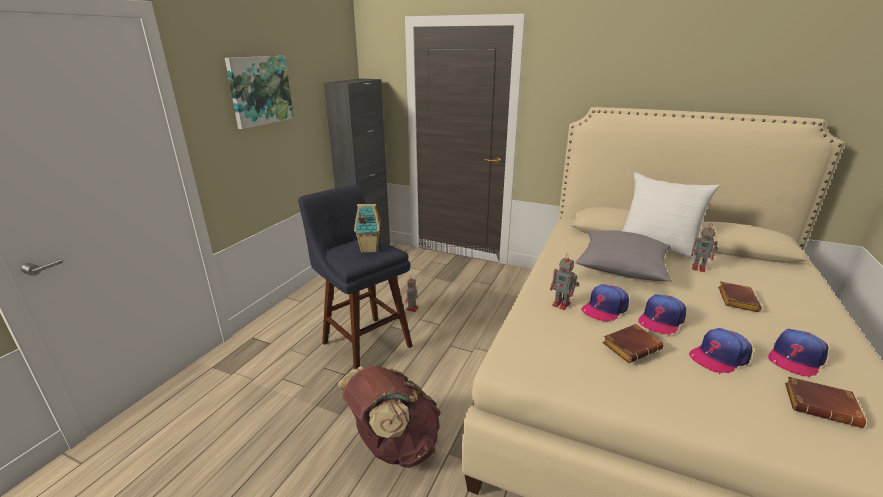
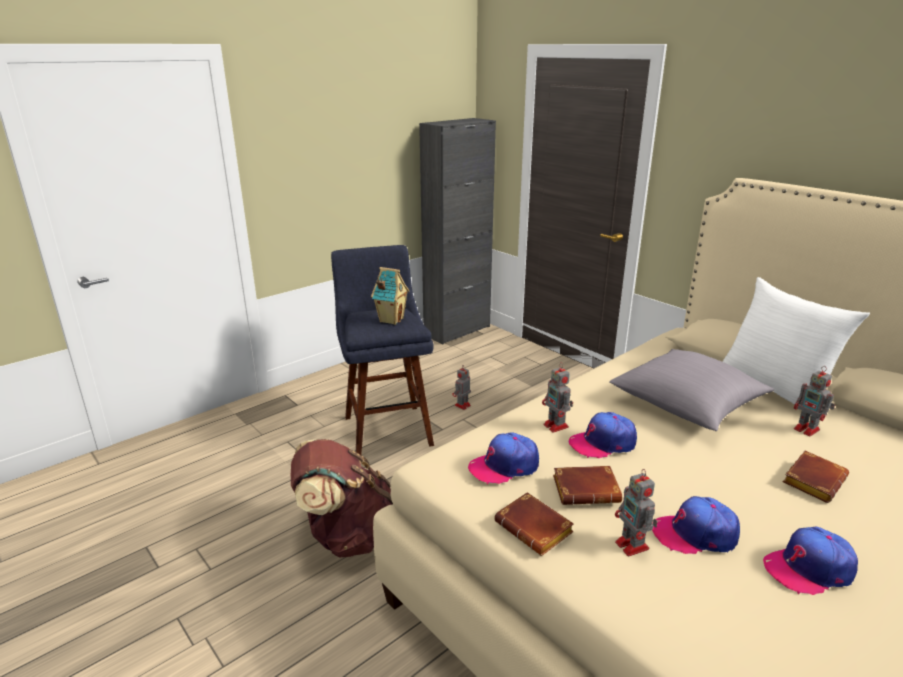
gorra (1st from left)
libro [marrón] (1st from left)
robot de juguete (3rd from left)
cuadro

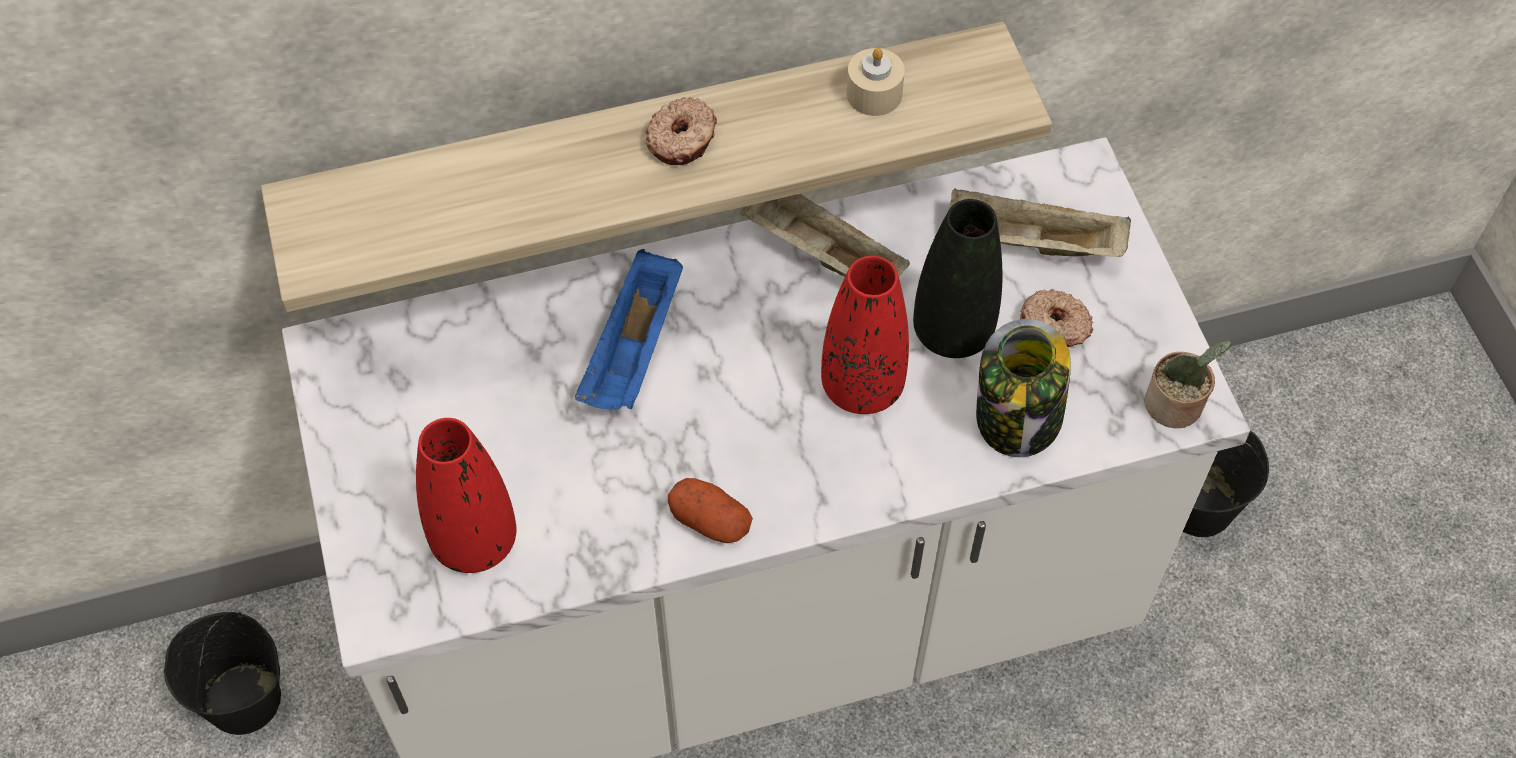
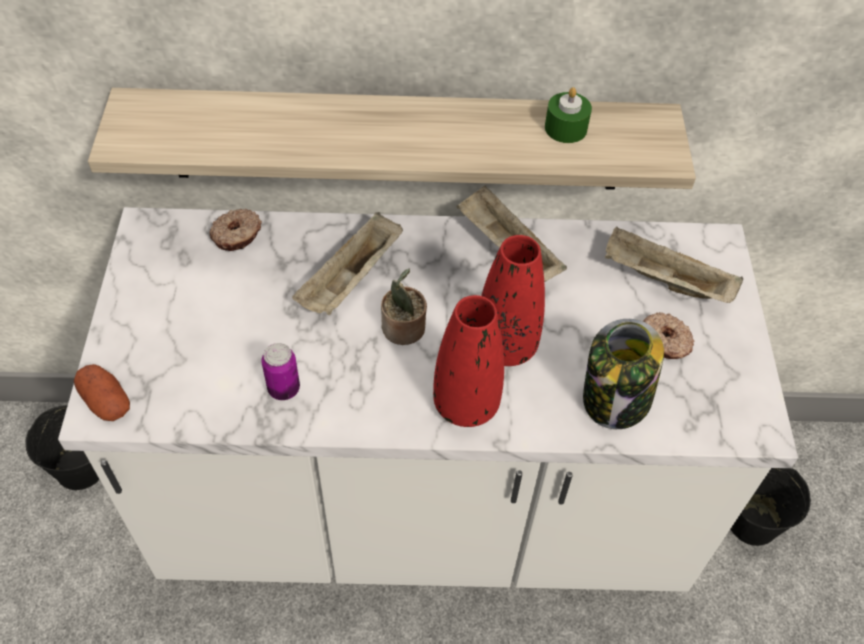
patata
rosquilla (1st from left)
lata
bandeja [beis] (1st from left)
planta en maceta
florero [rojo] (1st from left)
vela [verde]
florero [negro]

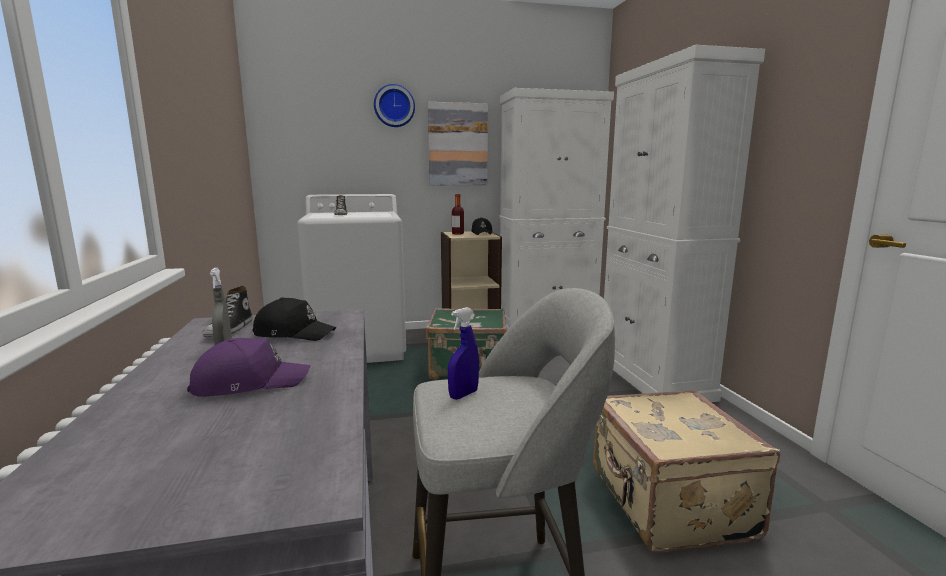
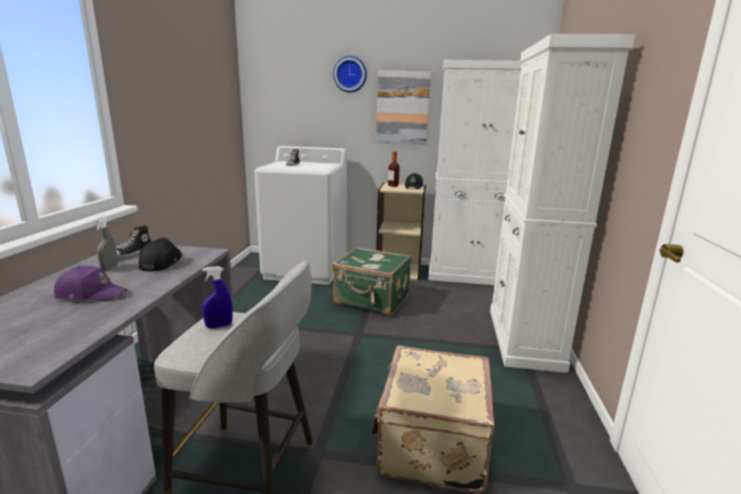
gorra [negro] (1st from left)

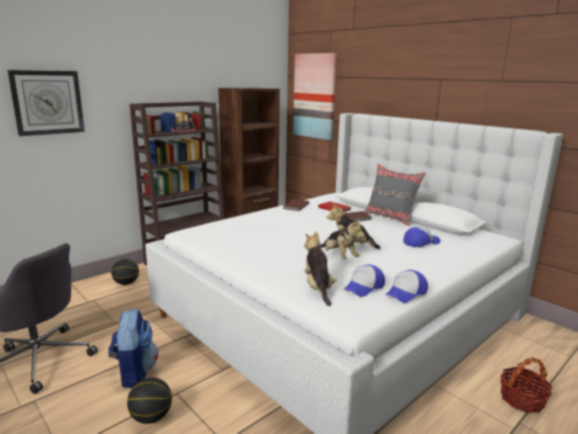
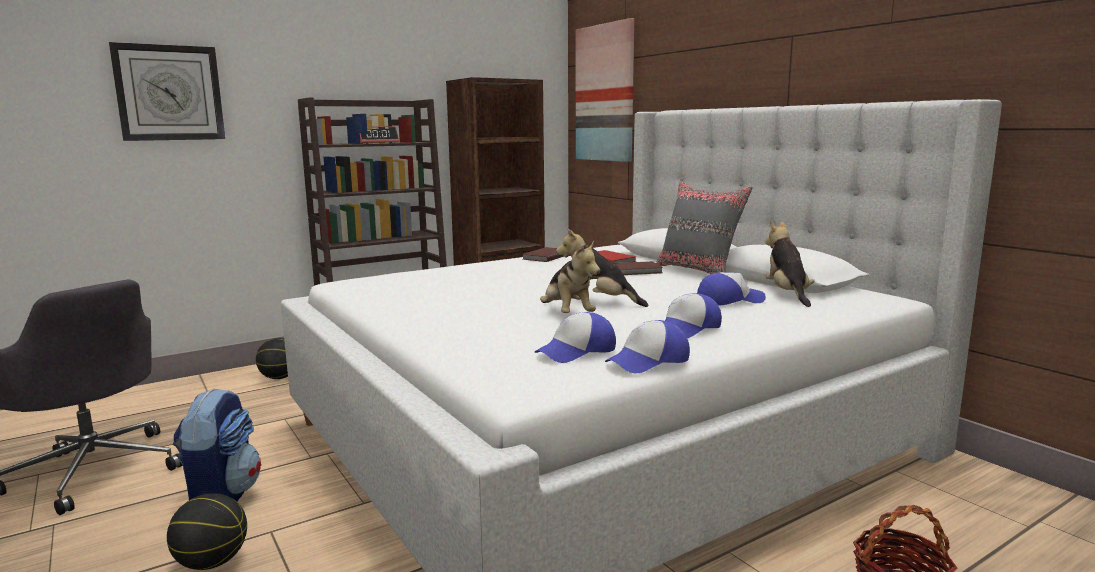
gorra (3rd from left)
peluche (3rd from left)

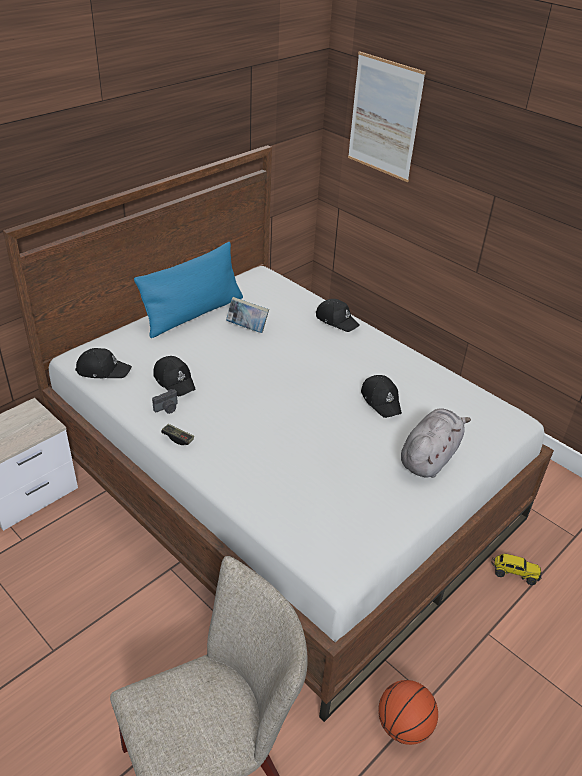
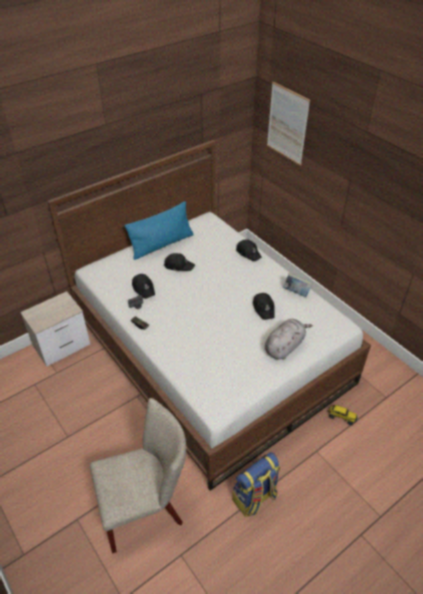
gorra [negro] (2nd from left)
mochila
libro

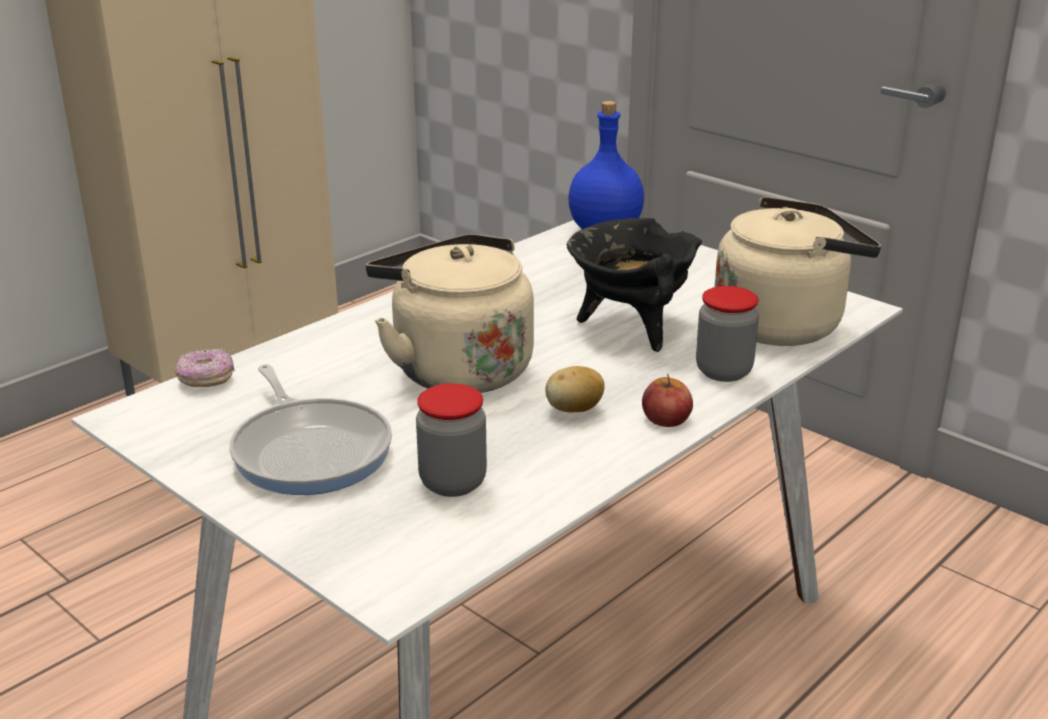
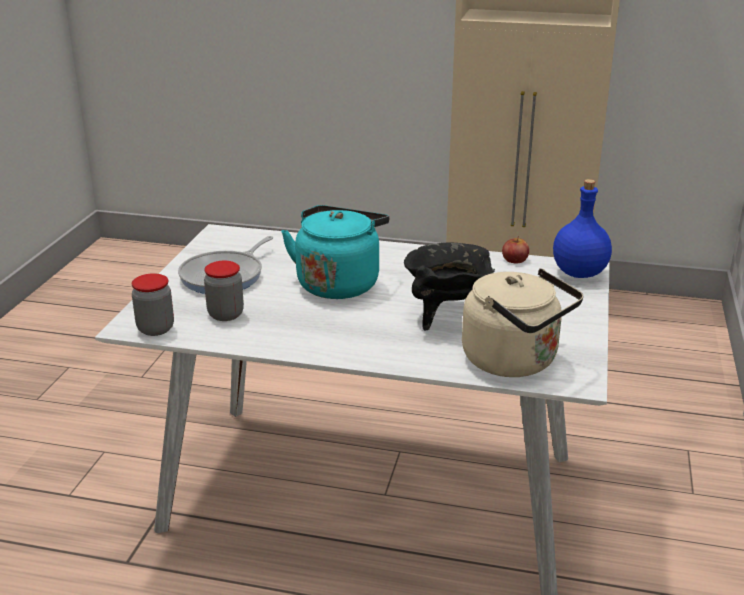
tarro (1st from left)
hervidor [turquesa]
manzana
rosquilla
patata

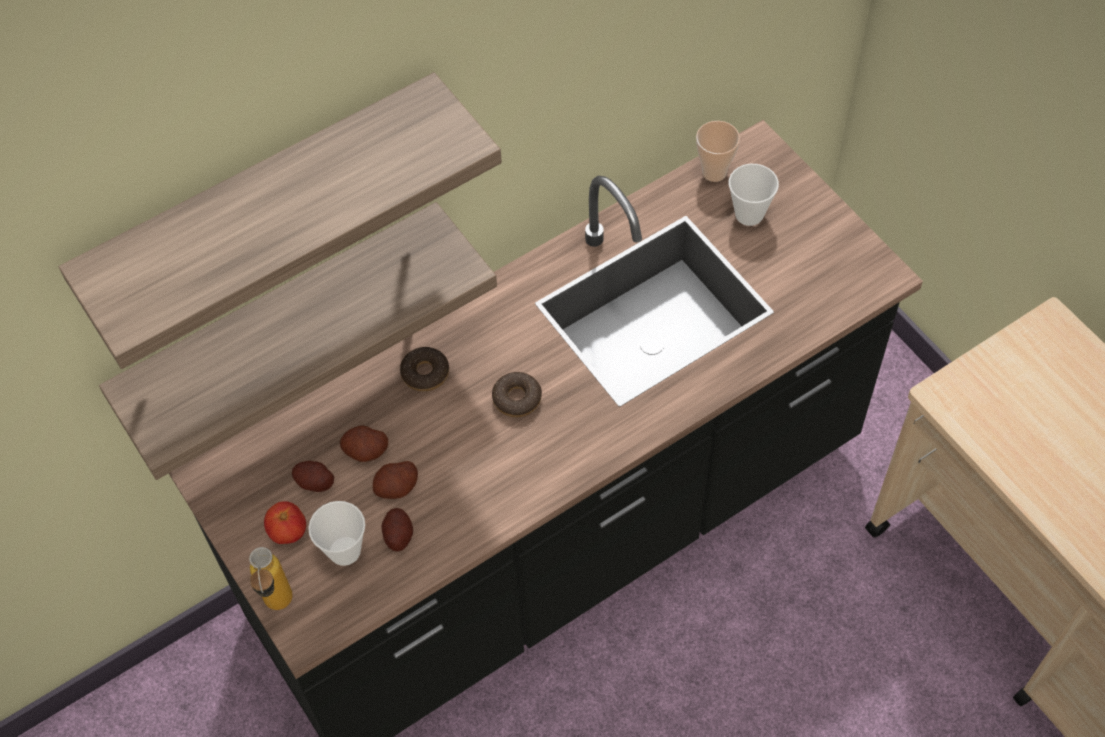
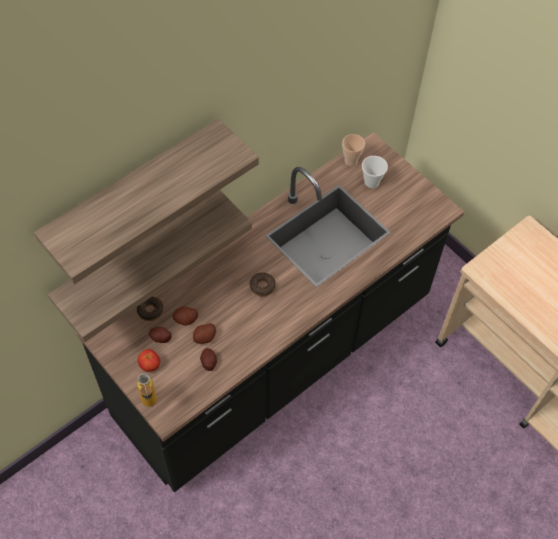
rosquilla (1st from left)
taza (1st from left in the first image)

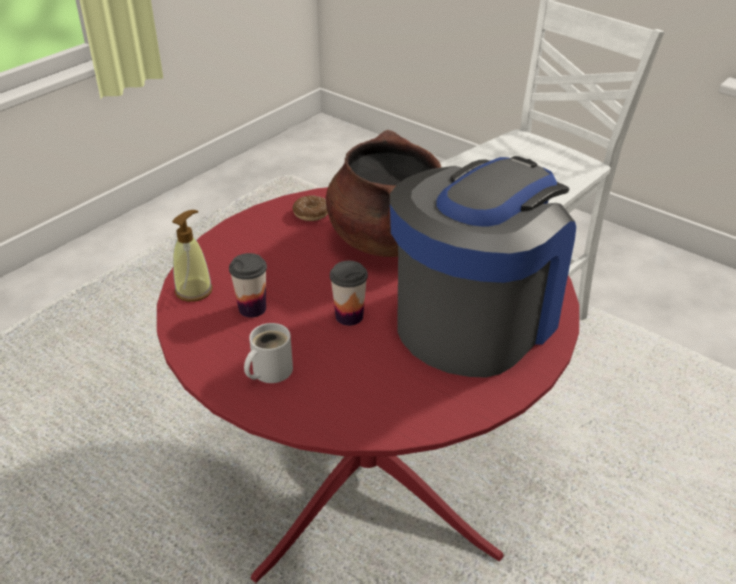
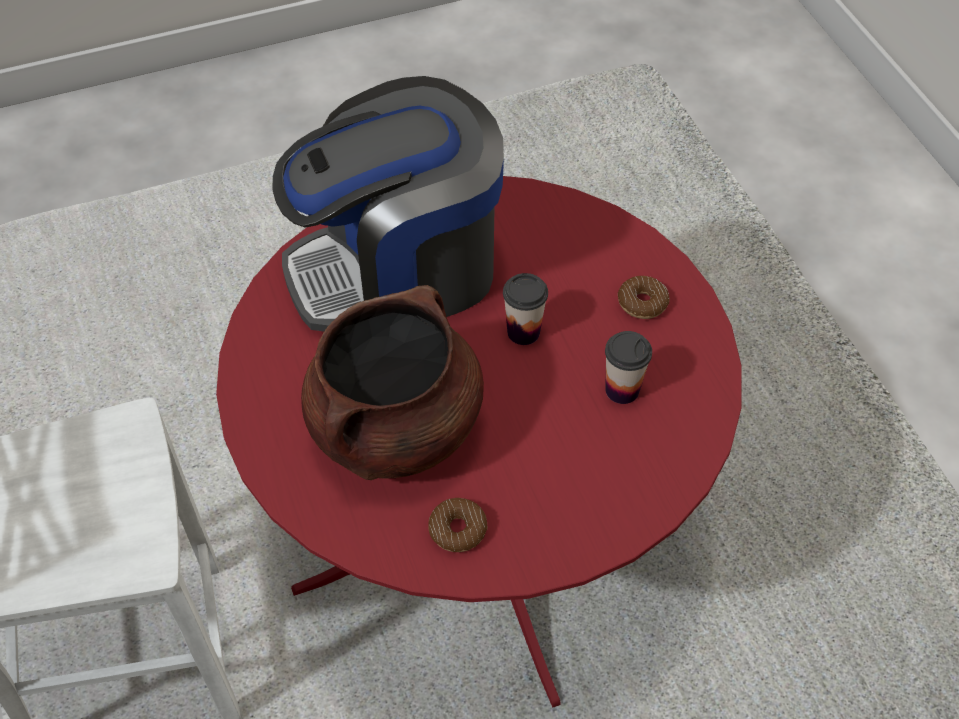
rosquilla (2nd from left)
dispensador de jabón

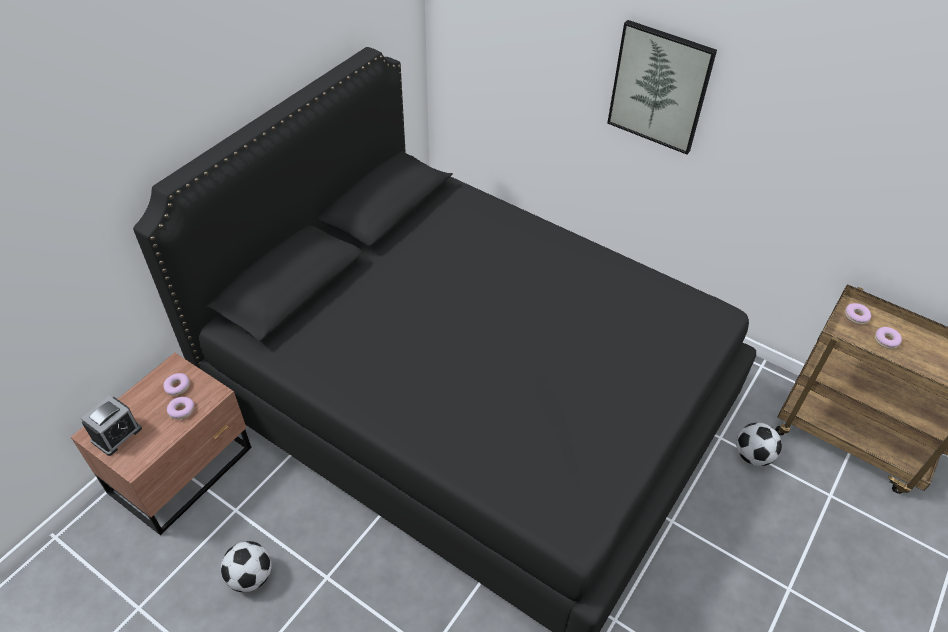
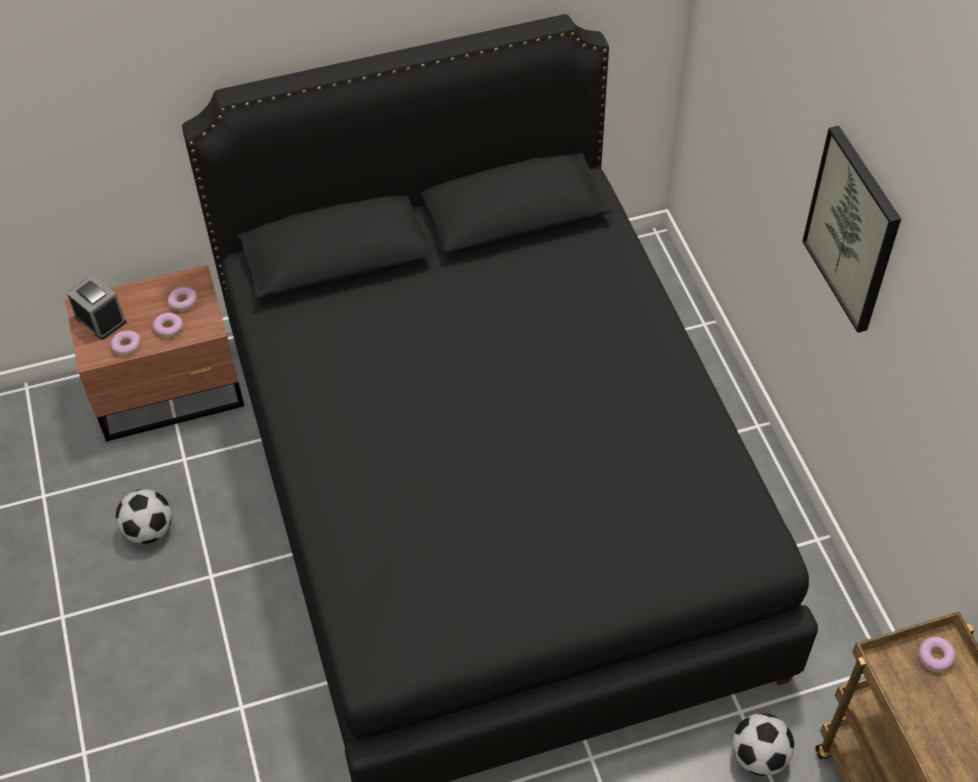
despertador
rosquilla (1st from left)

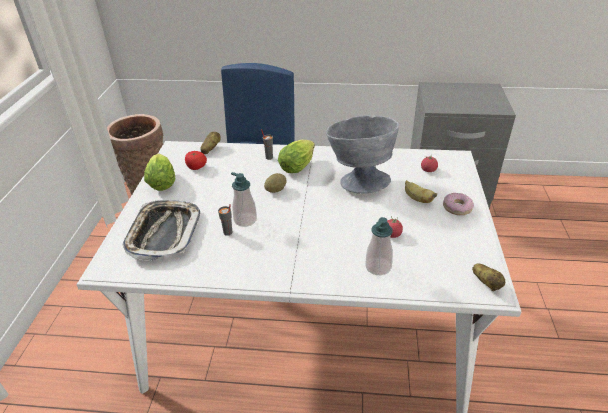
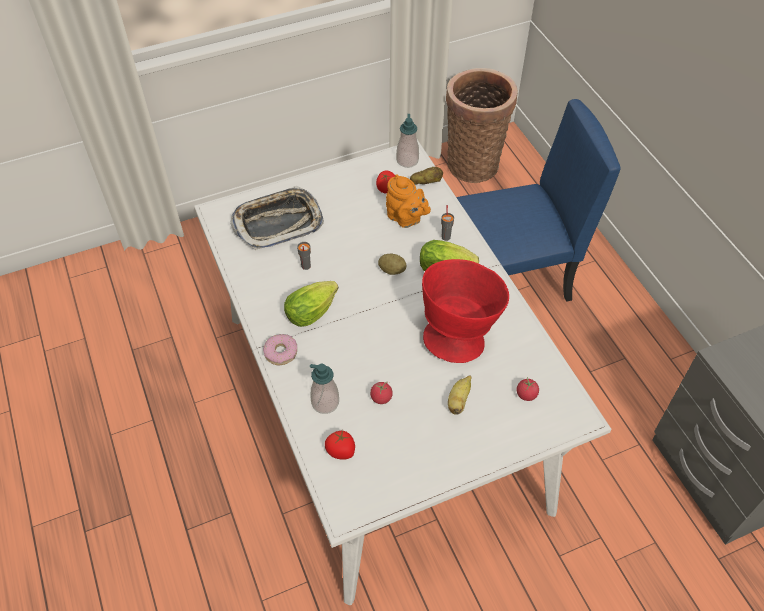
rosquilla
lechuga (1st from left)
tomate (1st from left)
tetera [naranja]
dispensador de jabón (2nd from left)
cuenco [rojo]
patata (3rd from left in the first image)

